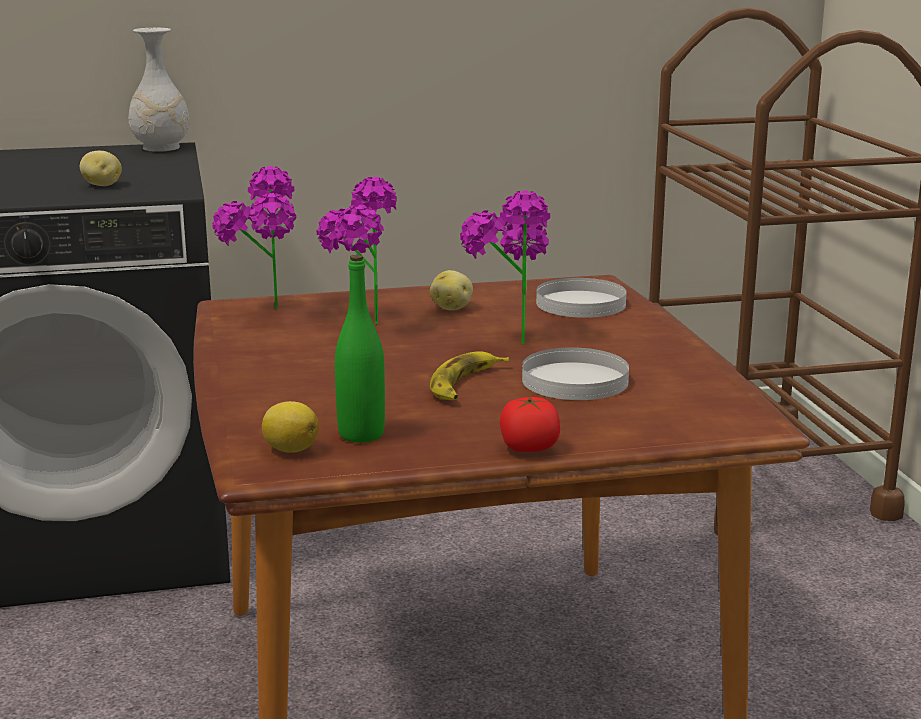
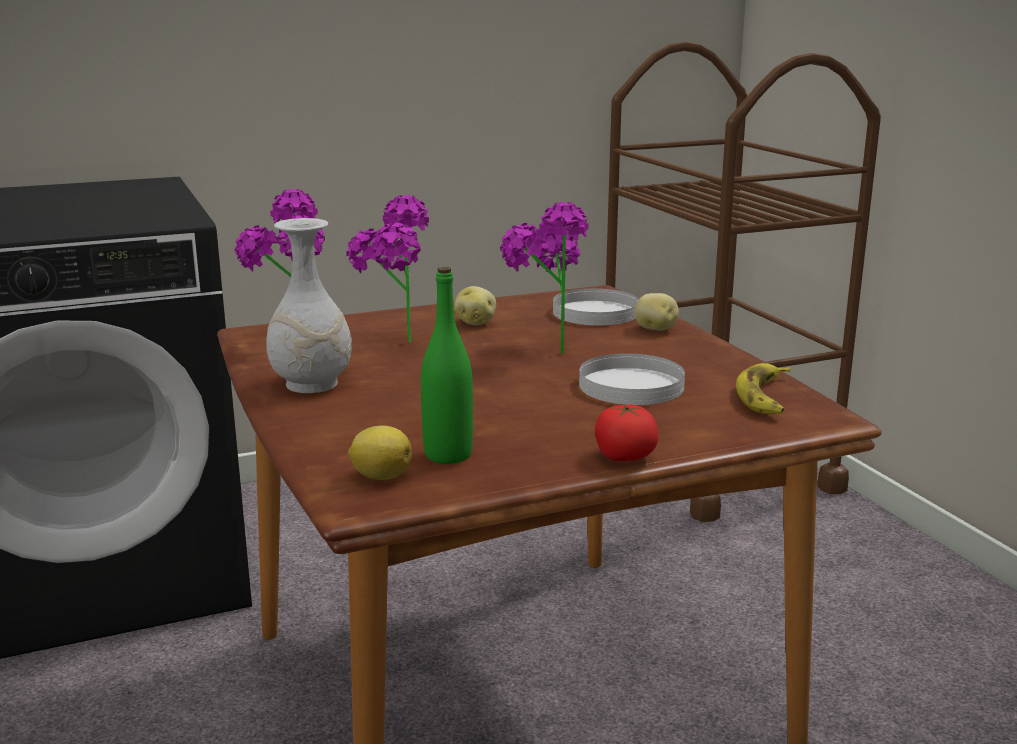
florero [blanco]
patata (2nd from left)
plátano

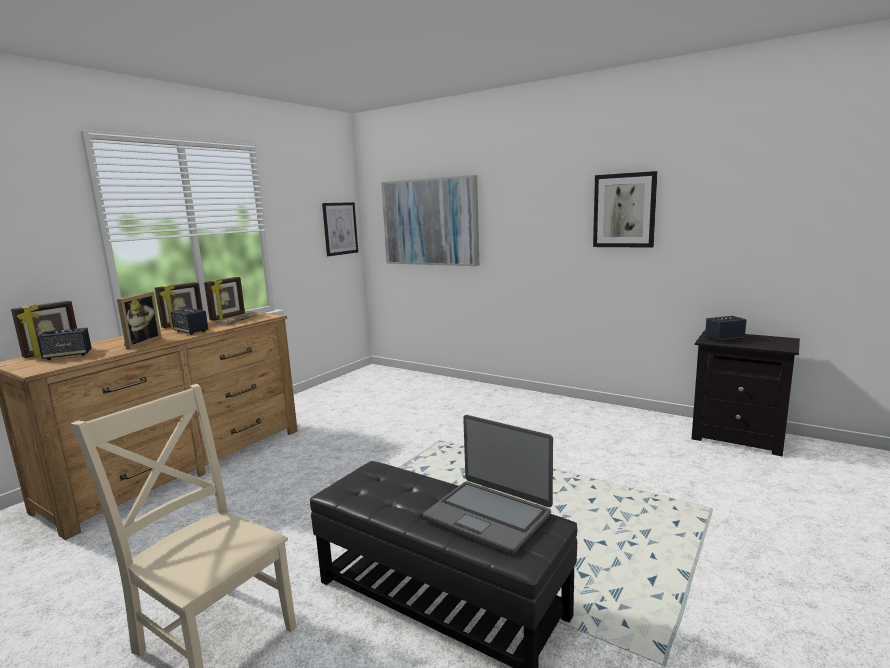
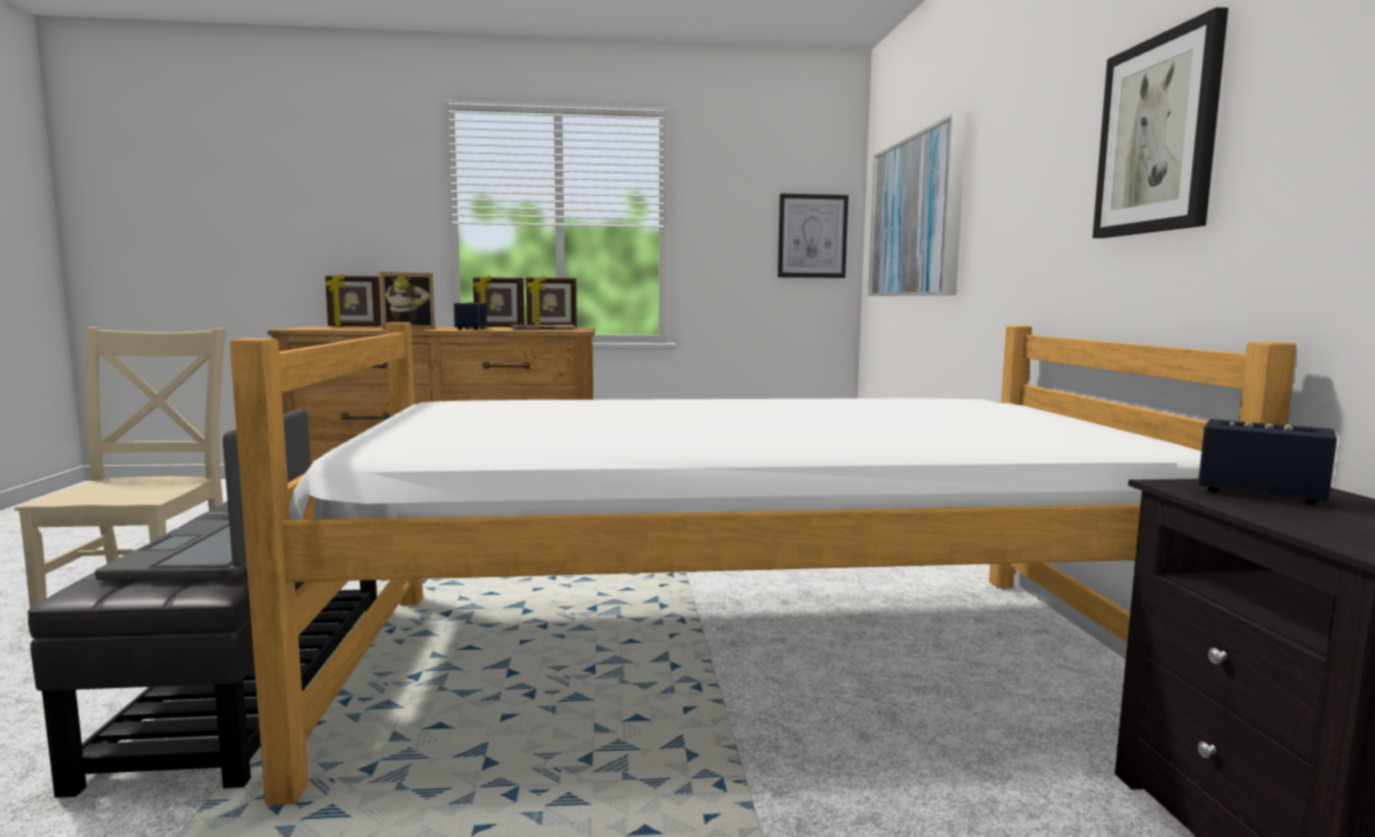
cama
altavoz (1st from left in the first image)

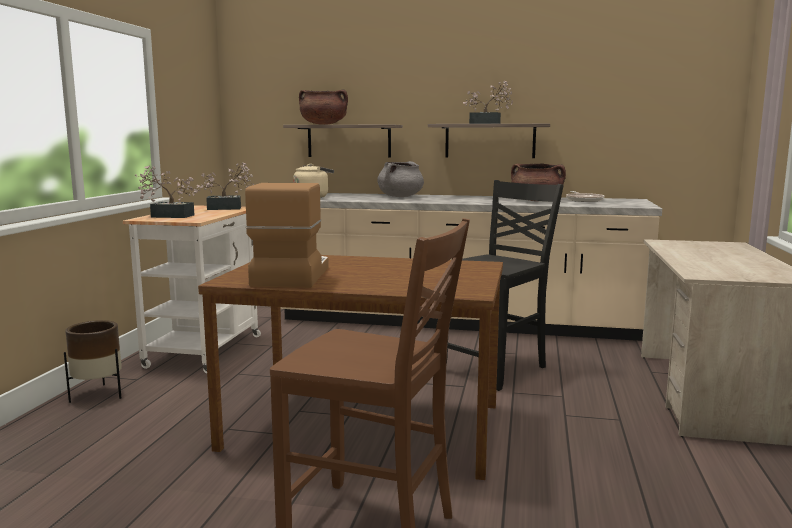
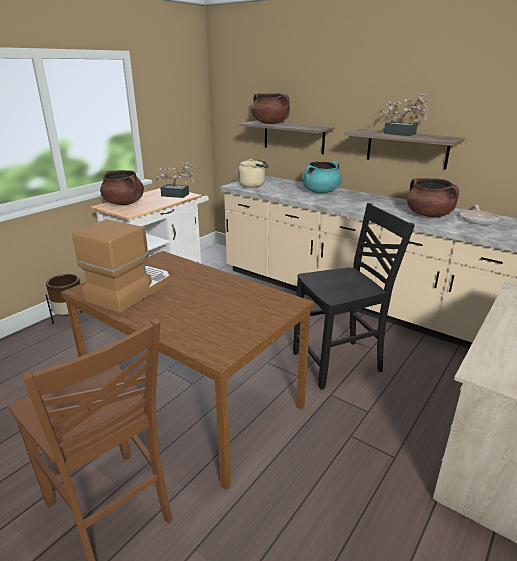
olla [marrón] (1st from left)
olla [turquesa]

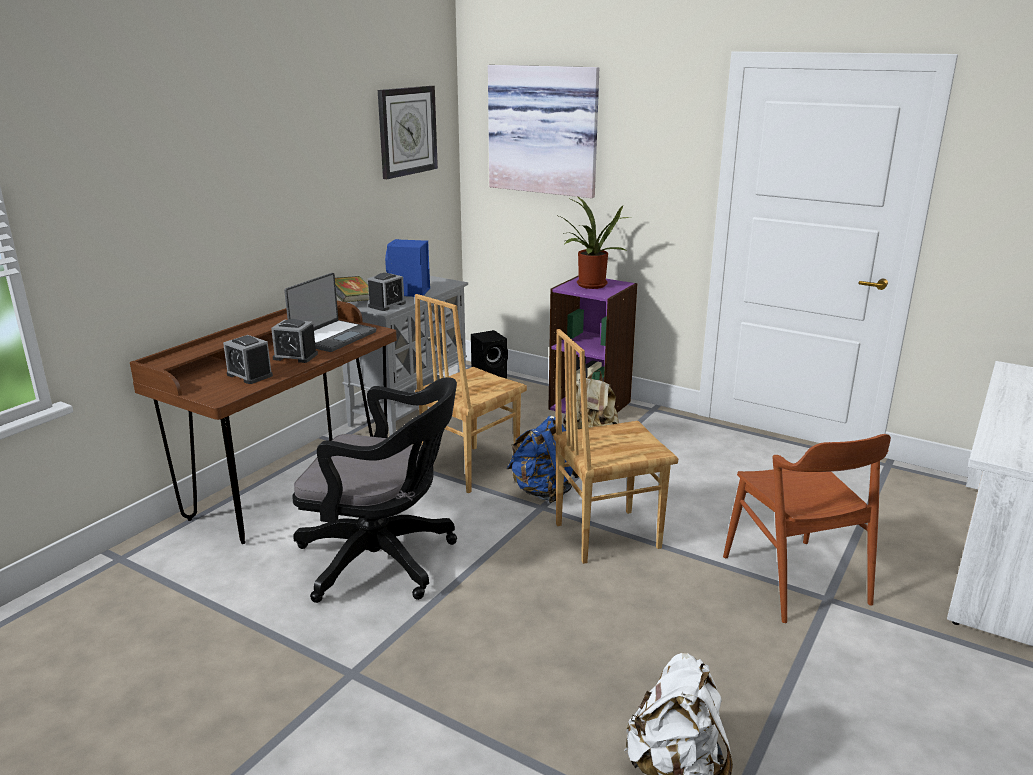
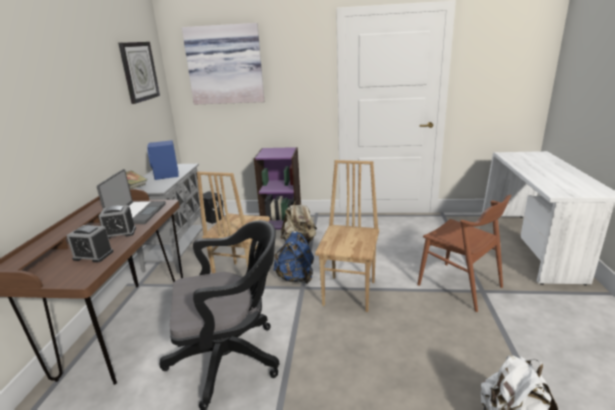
silla [marrón] (2nd from left)
despertador (3rd from left in the first image)
planta en maceta

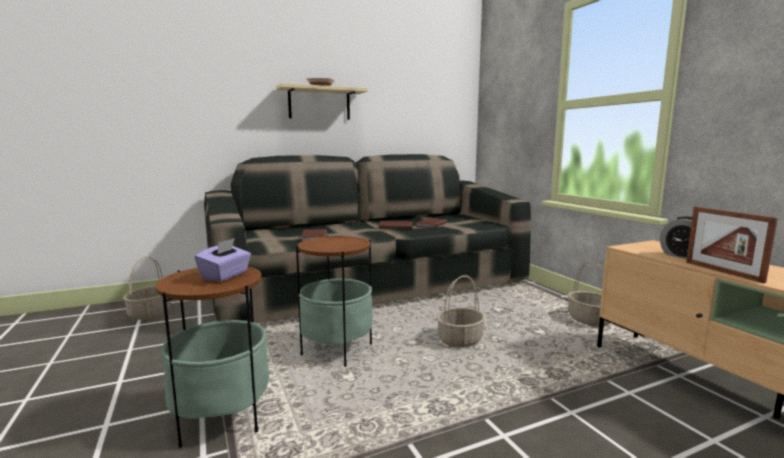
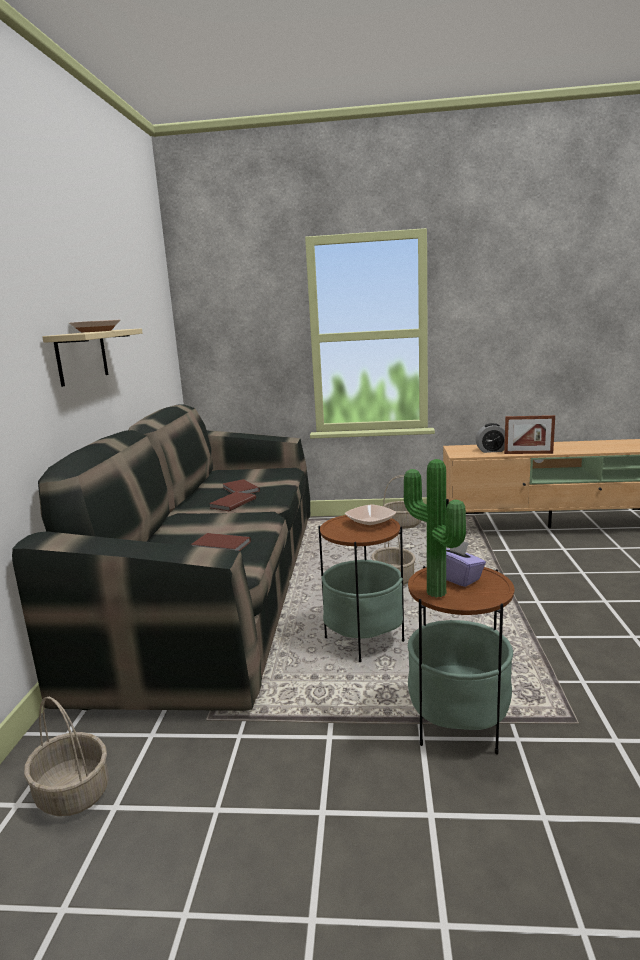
cuenco (2nd from left)
planta en maceta

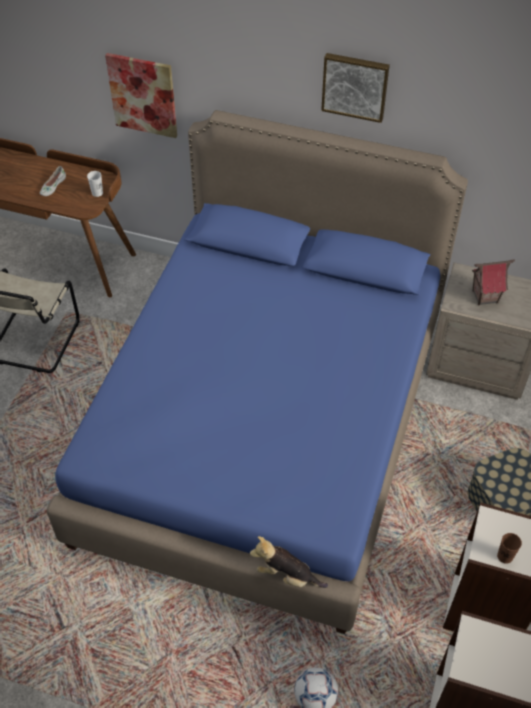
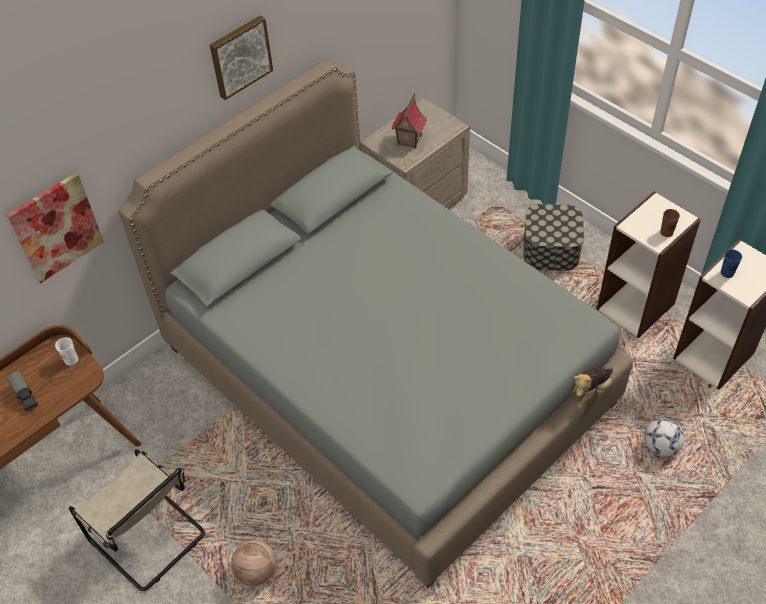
camión de juguete
cama [gris]
balón de baloncesto
taza [azul]

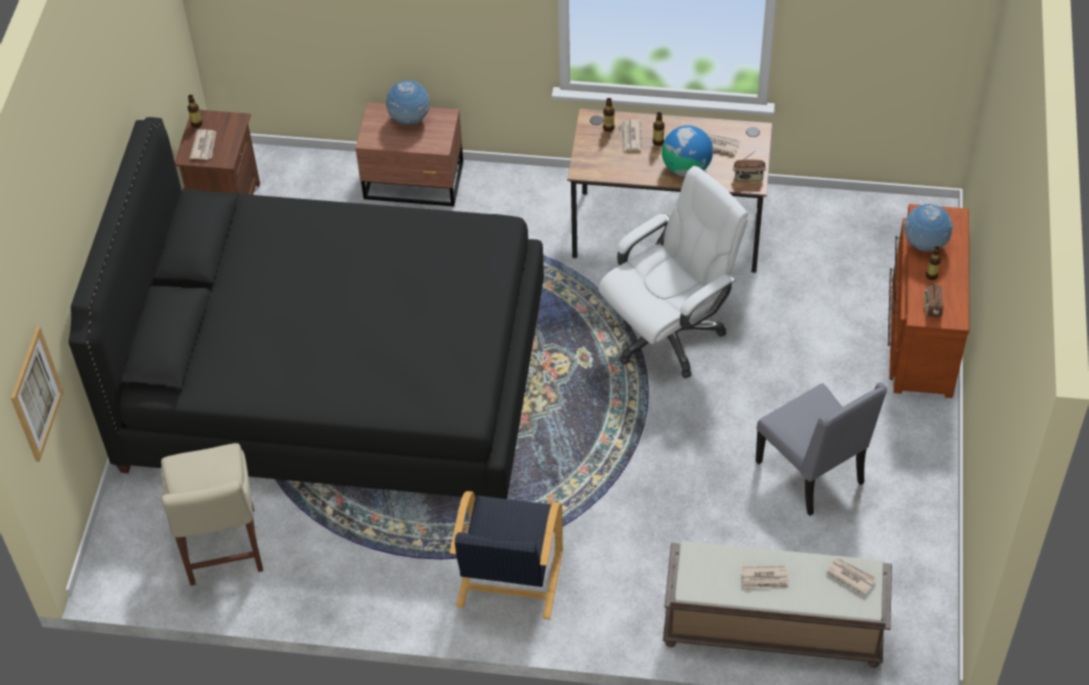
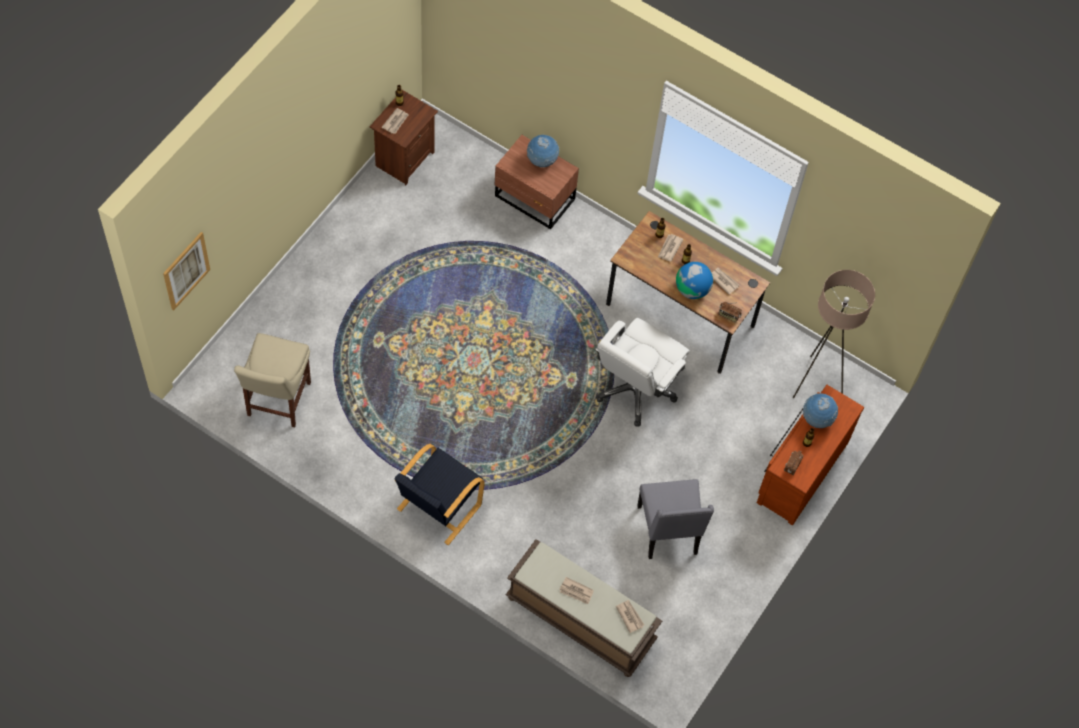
silla de oficina [blanco]
lámpara de pie [beis]
cama [negro]

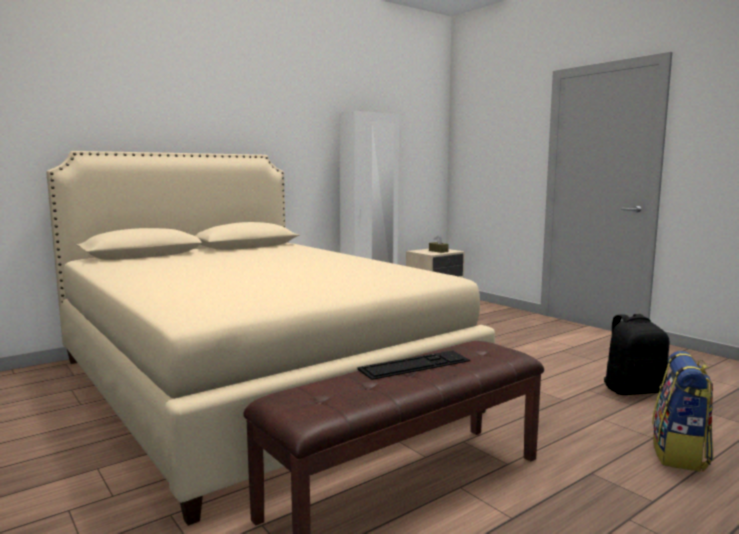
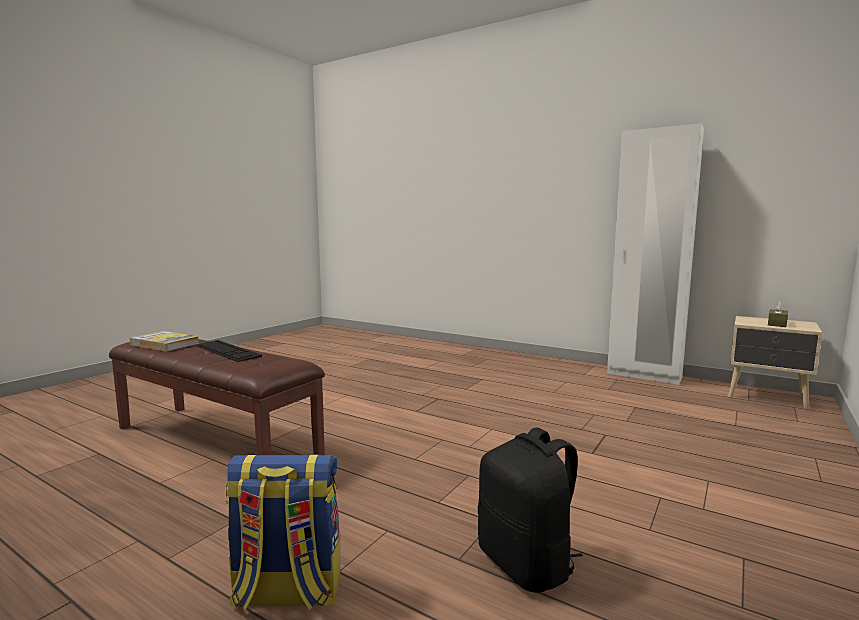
libro
cama [beis]

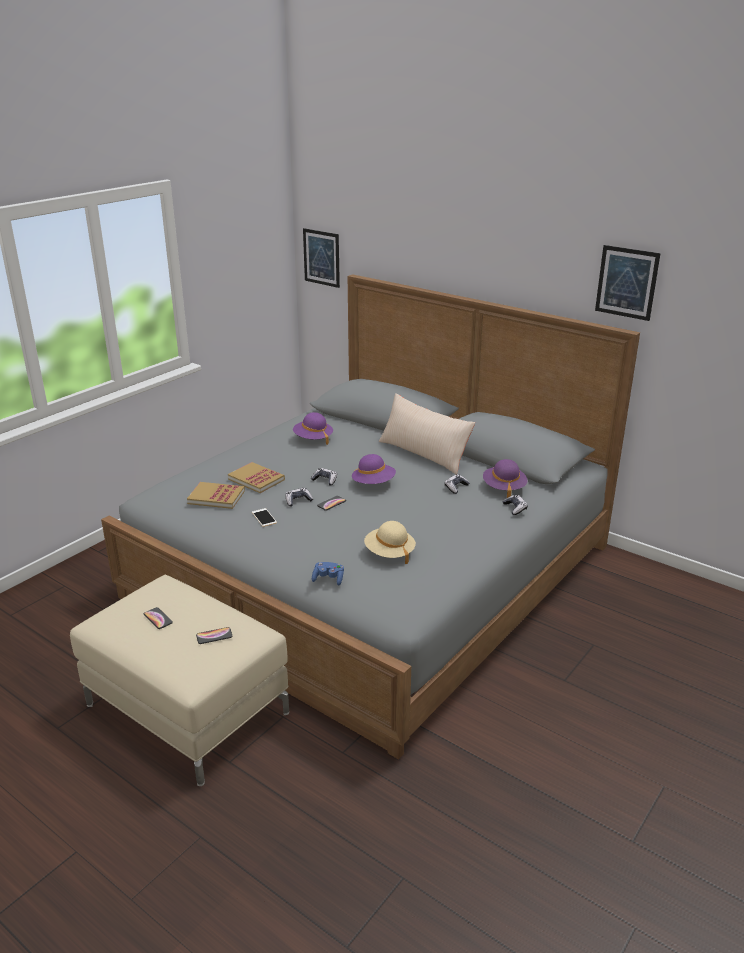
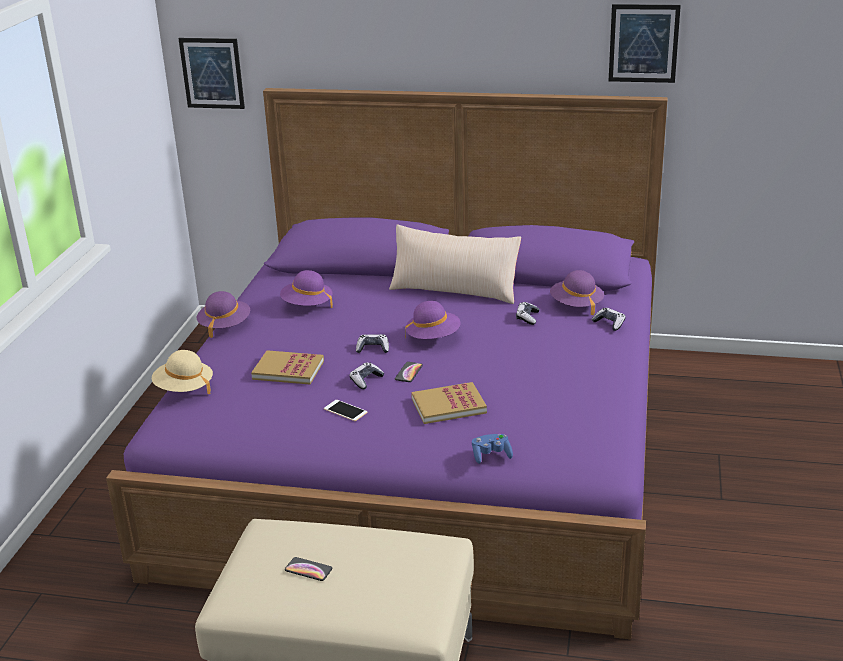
cama [morado]
sombrero [beis]
sombrero [morado] (1st from left)
libro (2nd from left)
móvil (2nd from left in the first image)

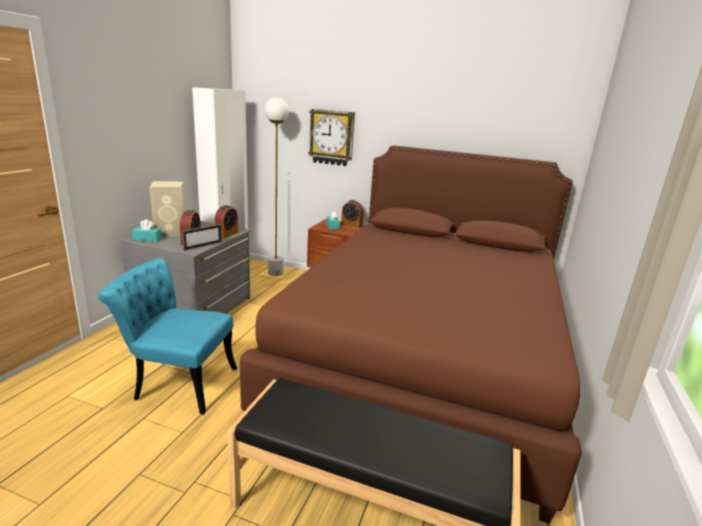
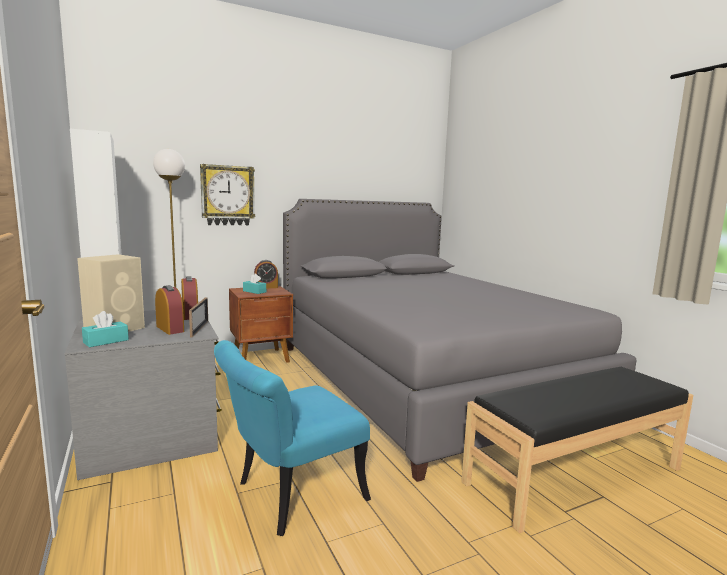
cama [gris]

